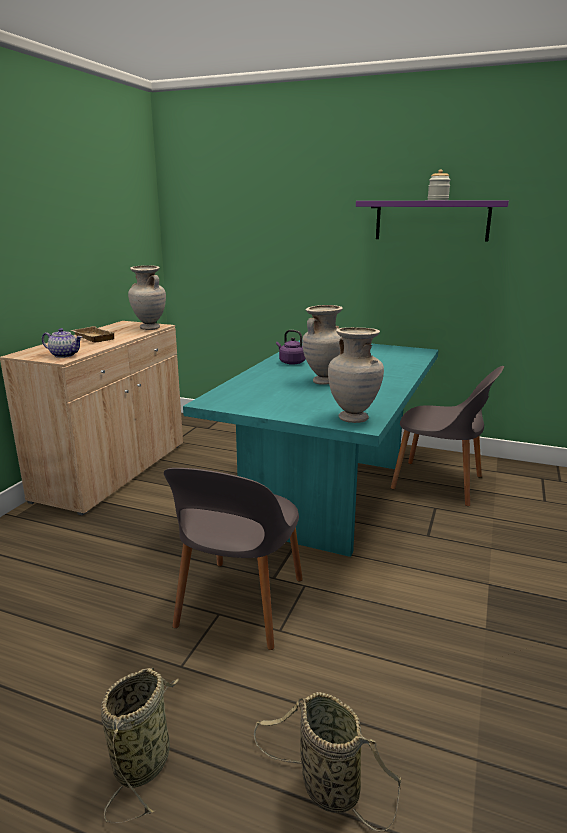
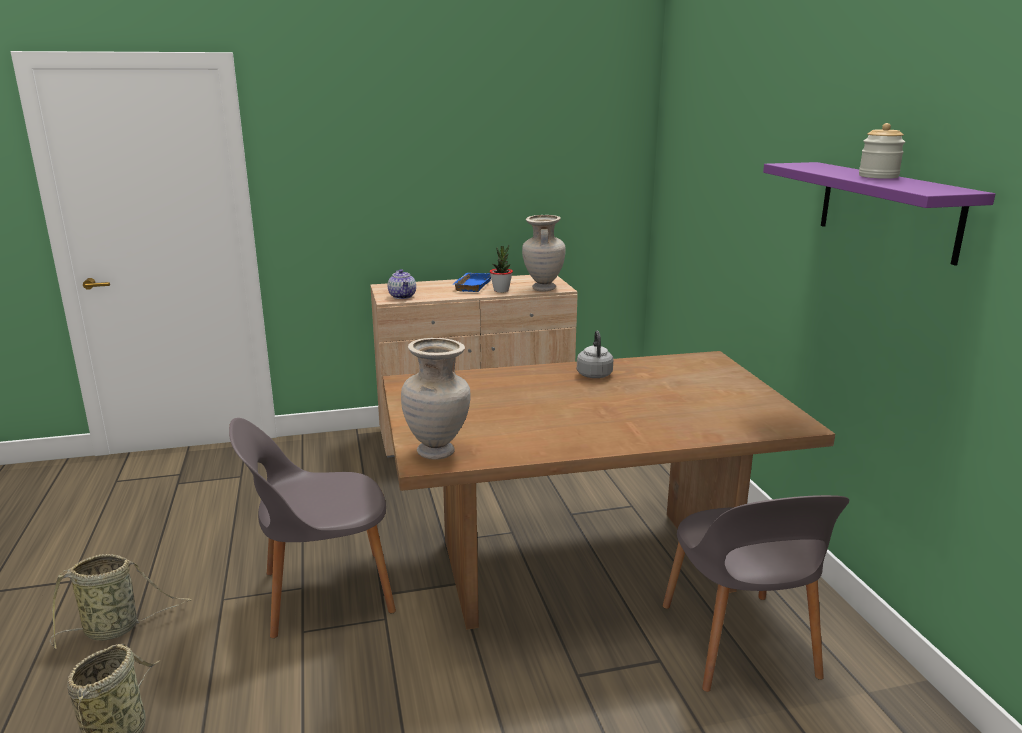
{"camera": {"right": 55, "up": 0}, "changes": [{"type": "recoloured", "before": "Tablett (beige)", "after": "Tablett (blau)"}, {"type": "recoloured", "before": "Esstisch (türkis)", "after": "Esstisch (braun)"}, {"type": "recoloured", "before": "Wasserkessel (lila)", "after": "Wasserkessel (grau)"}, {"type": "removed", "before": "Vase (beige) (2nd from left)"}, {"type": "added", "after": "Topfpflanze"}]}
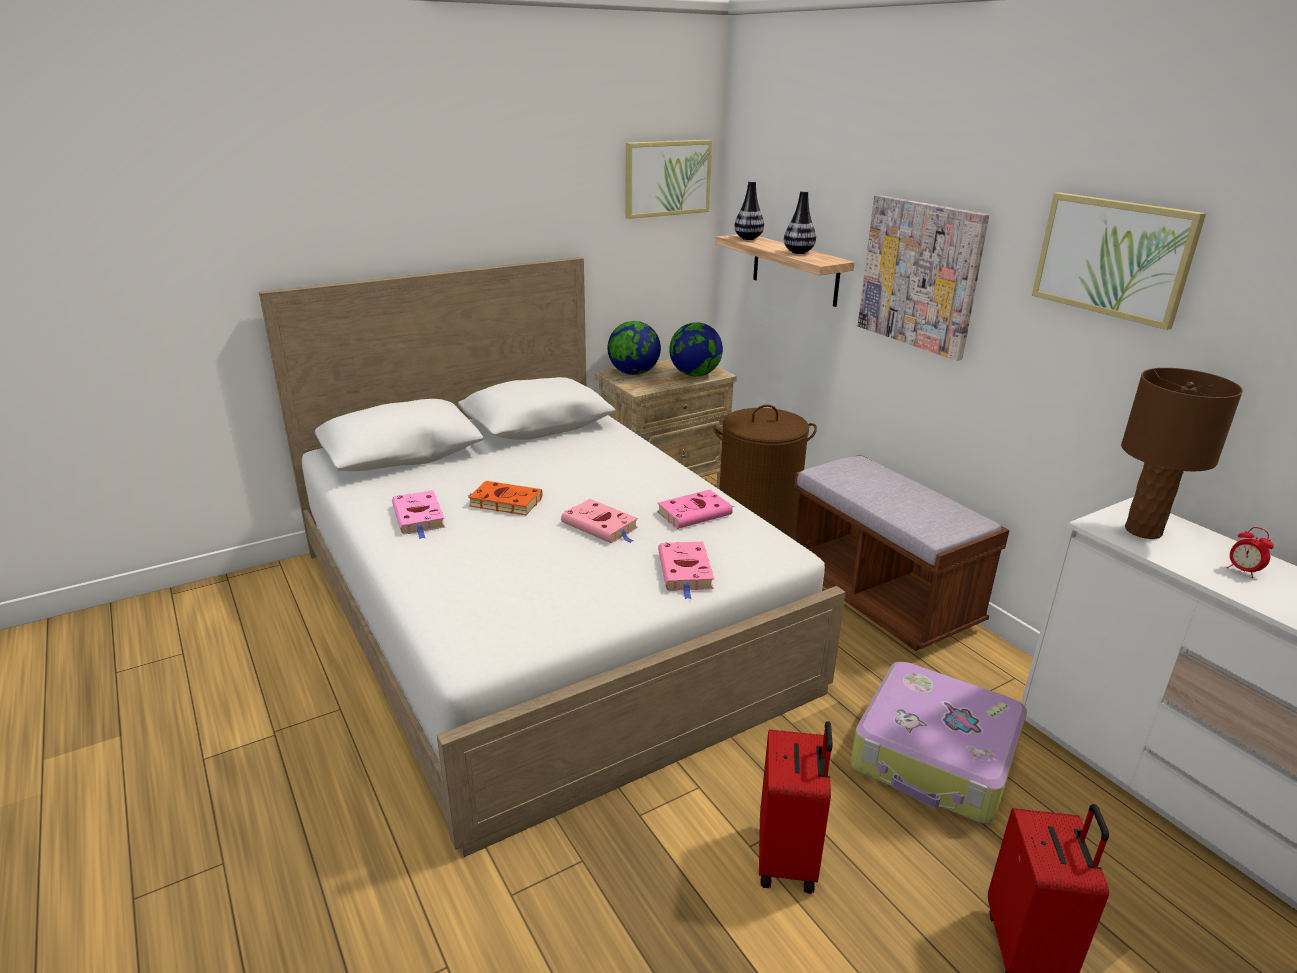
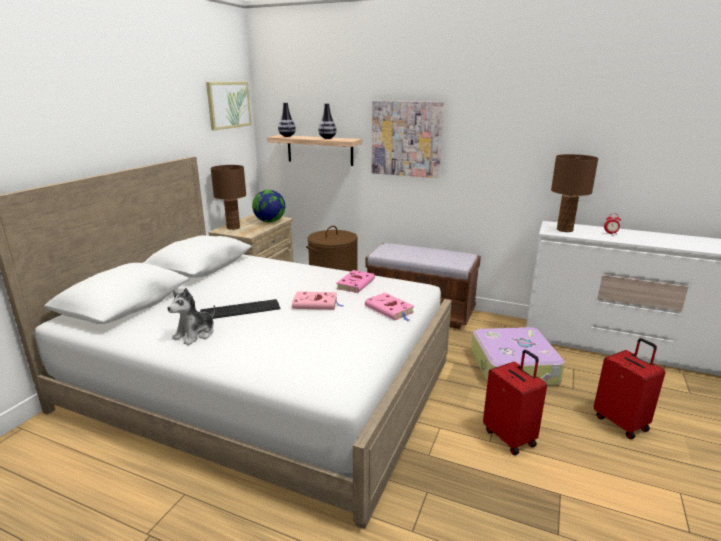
{"camera": {"right": -35, "up": -5}, "changes": [{"type": "replaced", "before": "Buch (rosa) (1st from left)", "after": "Plüschtier"}, {"type": "replaced", "before": "Buch (orange)", "after": "Tastatur"}, {"type": "replaced", "before": "Globus (1st from left)", "after": "Tischlampe (braun) (1st from left)"}, {"type": "removed", "before": "Bild (3rd from left)"}]}
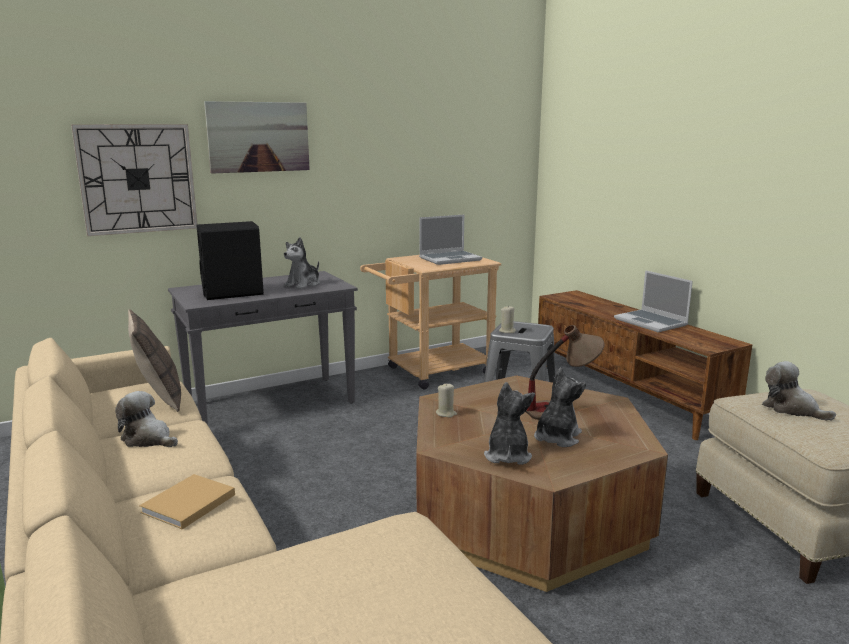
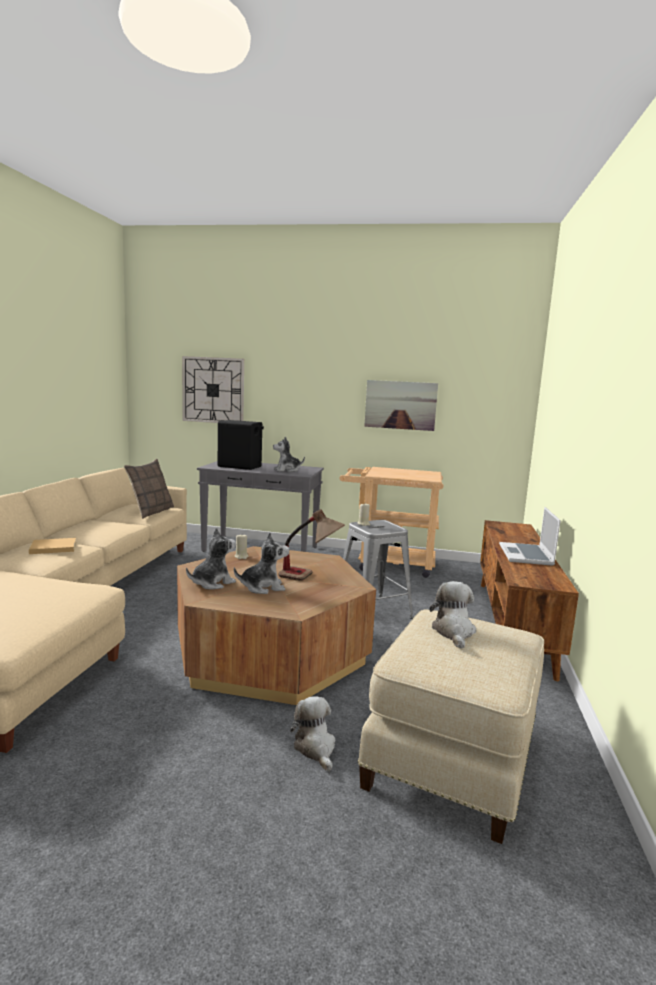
{"camera": {"right": 40, "up": -5}, "changes": [{"type": "moved", "before": "Plüschtier (1st from left in the first image)", "after": "Plüschtier (4th from left)"}, {"type": "moved", "before": "Bild"}, {"type": "removed", "before": "Laptop (1st from left)"}]}
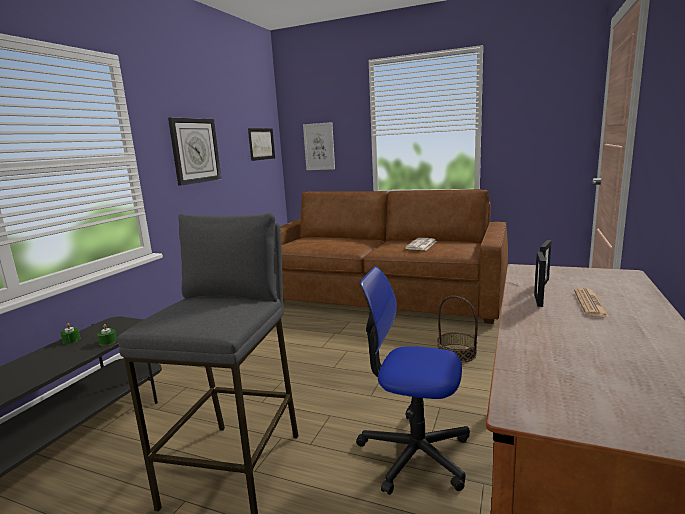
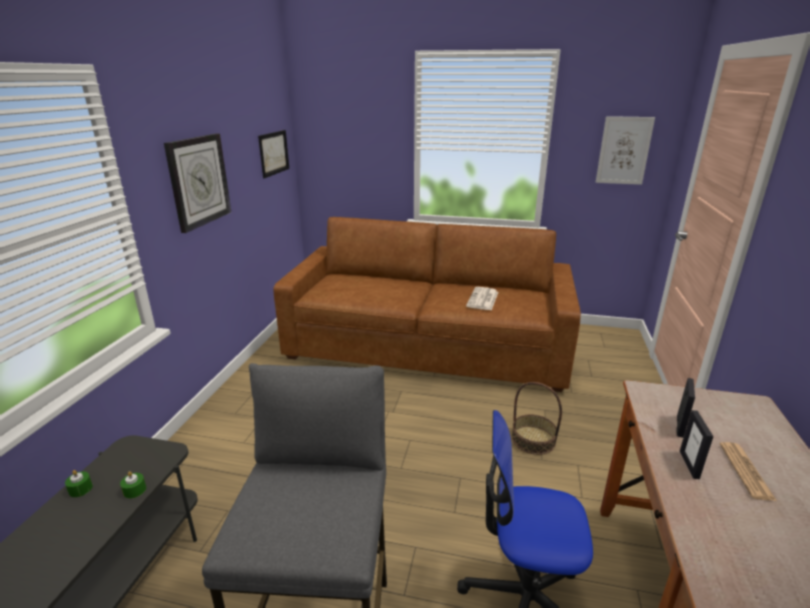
{"camera": {"right": -10, "up": 10}, "changes": [{"type": "moved", "before": "Bild (2nd from left)"}]}
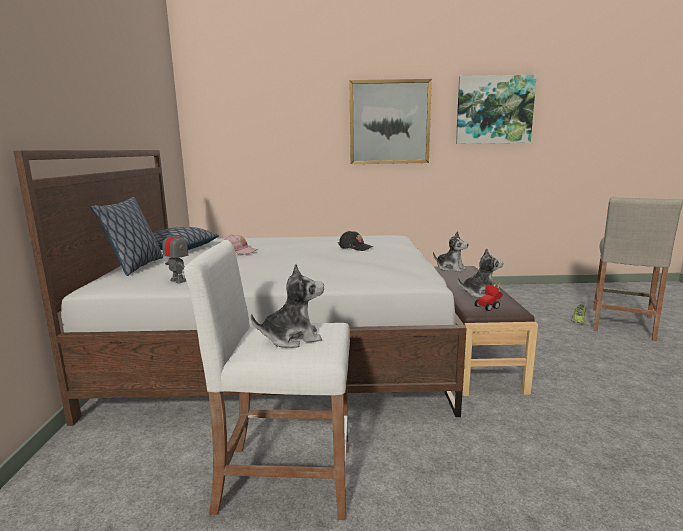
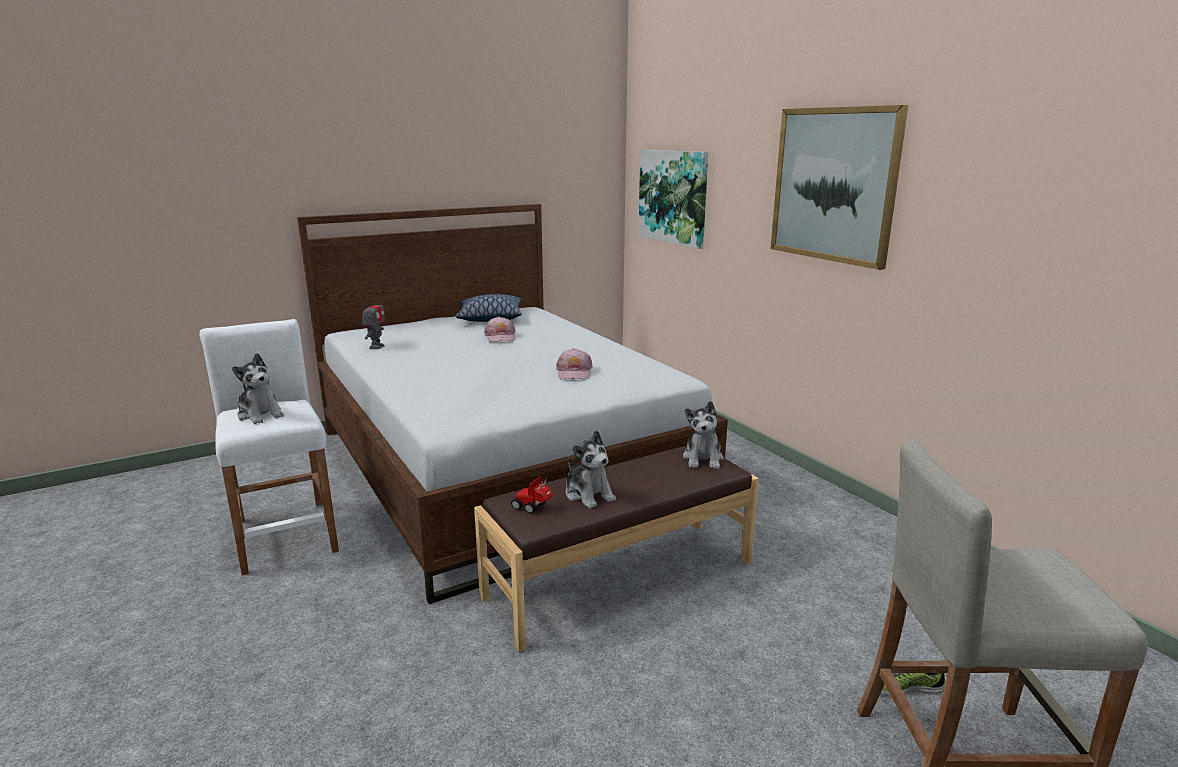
{"camera": {"right": 60, "up": 5}, "changes": [{"type": "removed", "before": "Kissen (1st from left)"}, {"type": "recoloured", "before": "Kappe (schwarz)", "after": "Kappe (rosa) (2nd from left)"}, {"type": "moved", "before": "Bild (2nd from left in the first image)", "after": "Bild (1st from left)"}]}
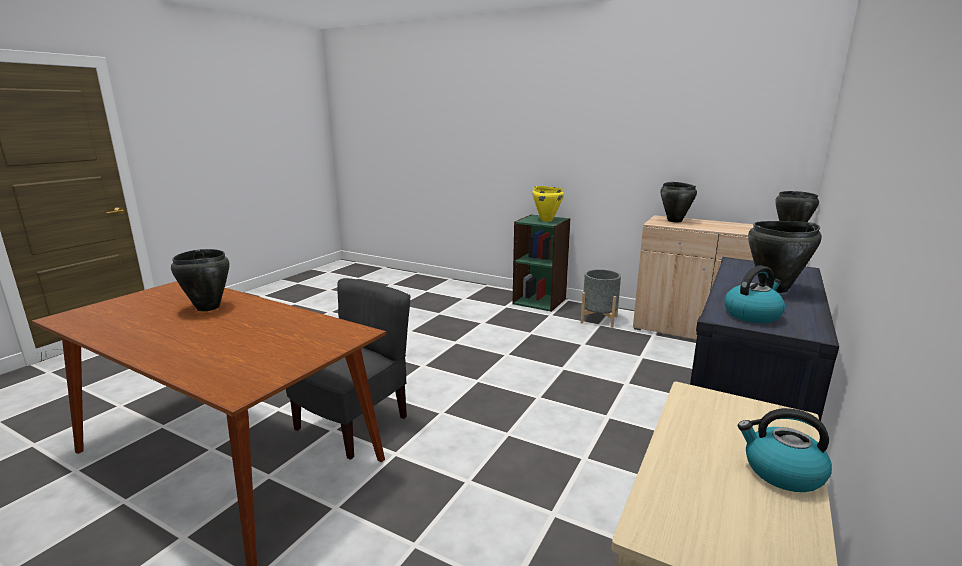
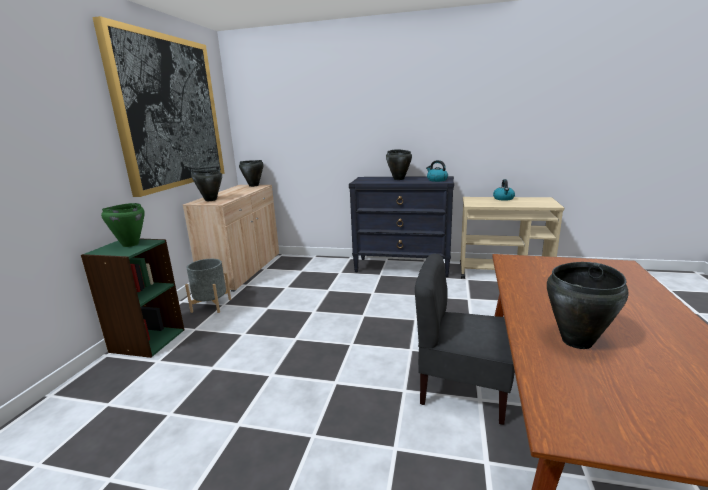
{"camera": {"right": -105, "up": 0}, "changes": [{"type": "recoloured", "before": "Kochtopf (gelb)", "after": "Kochtopf (grün)"}, {"type": "added", "after": "Bild"}]}
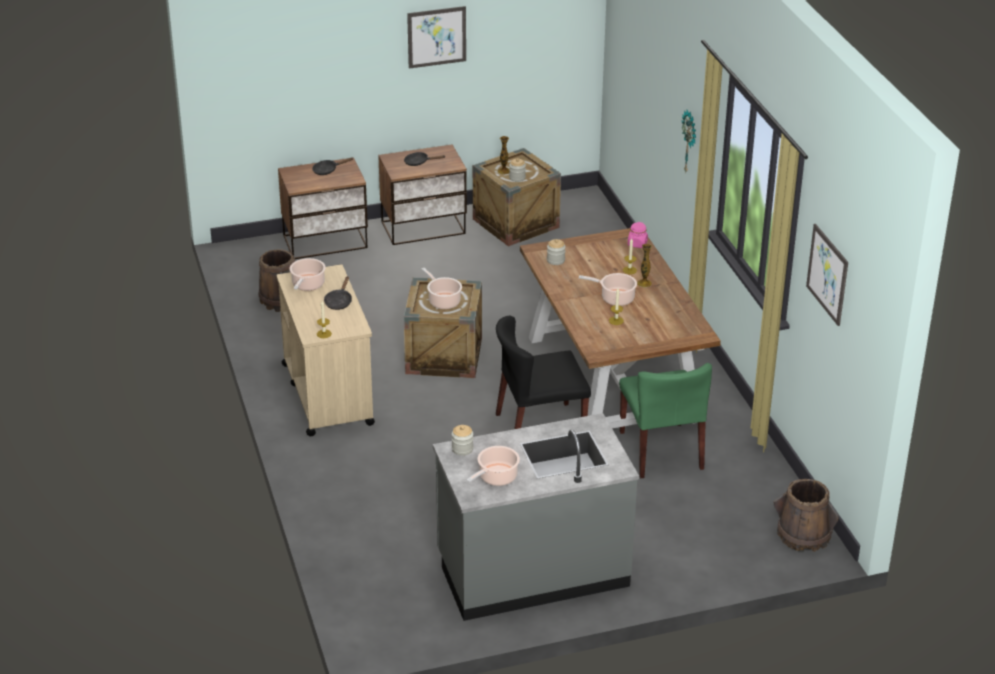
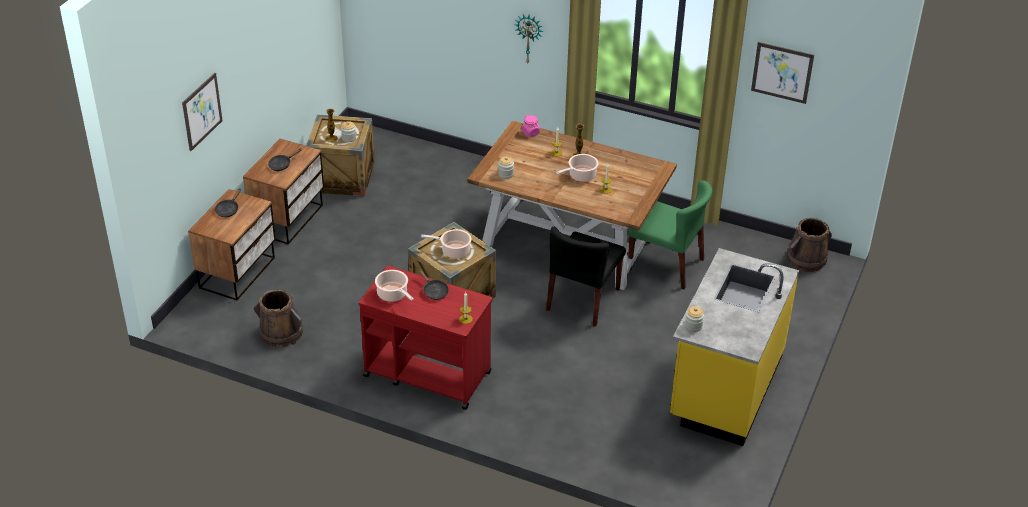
{"camera": {"right": -50, "up": 5}, "changes": [{"type": "recoloured", "before": "Rollwagen (beige)", "after": "Rollwagen (rot)"}, {"type": "moved", "before": "Bild (1st from left)"}, {"type": "recoloured", "before": "Küchenzeile (grau)", "after": "Küchenzeile (gelb)"}, {"type": "removed", "before": "Kochtopf (3rd from left)"}]}
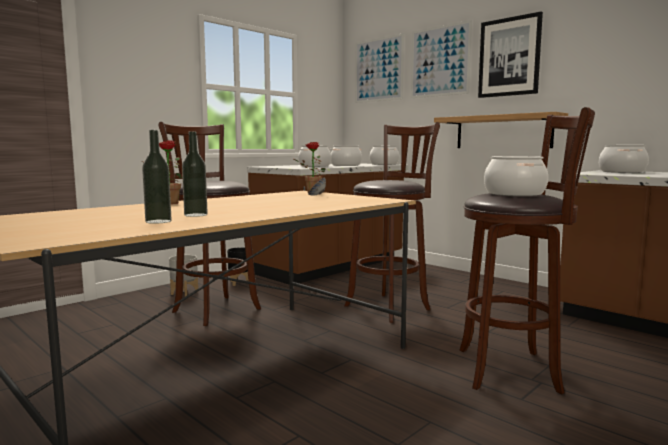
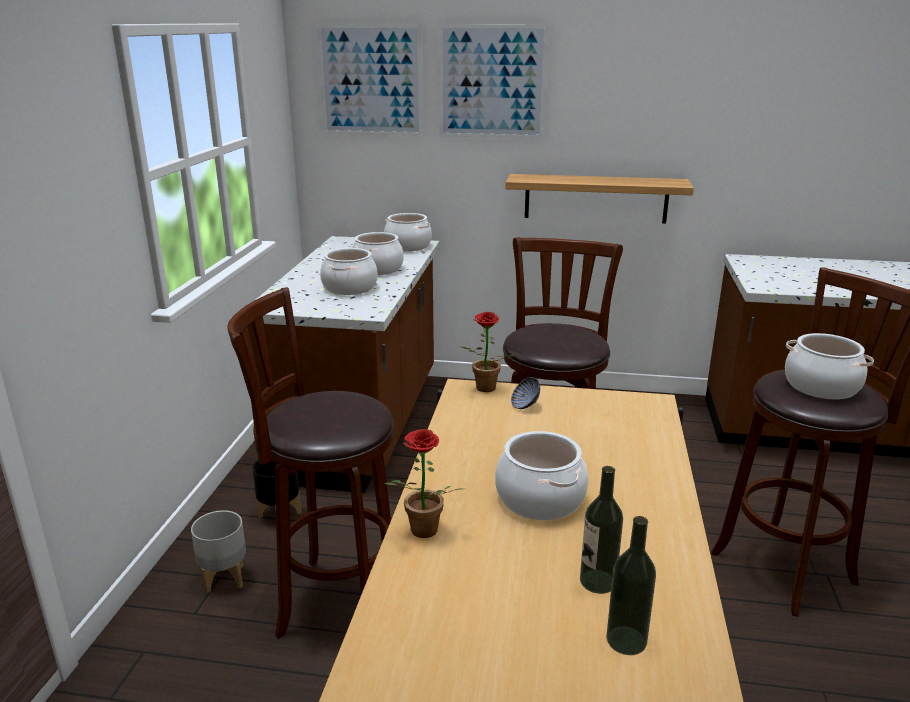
{"camera": {"right": -35, "up": 15}, "changes": [{"type": "removed", "before": "Bild (3rd from left)"}, {"type": "moved", "before": "Kochtopf (5th from left in the first image)", "after": "Kochtopf (4th from left)"}]}
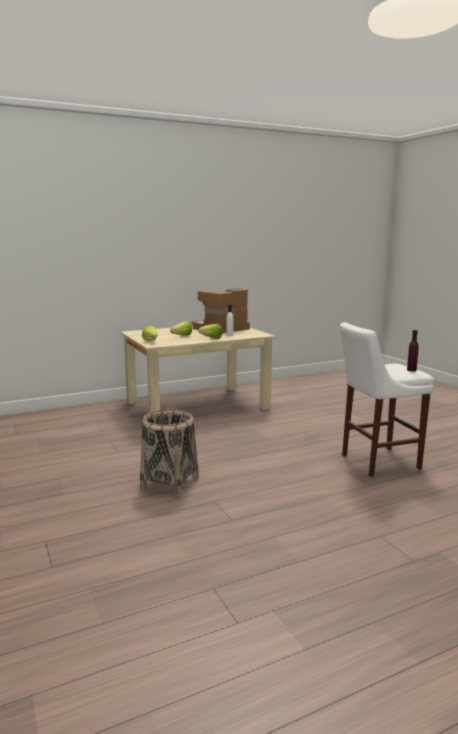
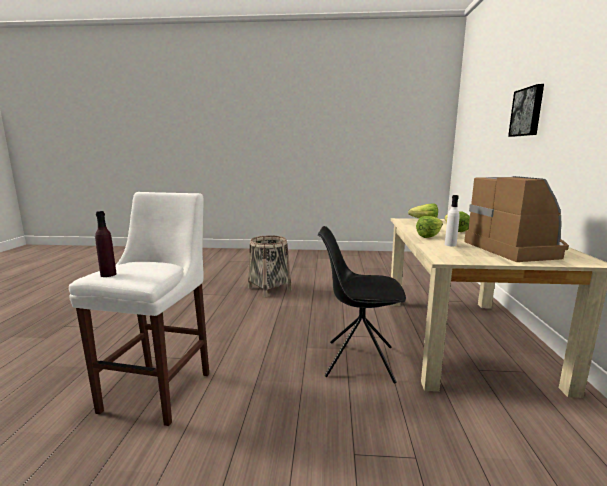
{"camera": {"right": 120, "up": 0}, "changes": [{"type": "added", "after": "Stuhl (schwarz)"}, {"type": "added", "after": "Bild"}]}
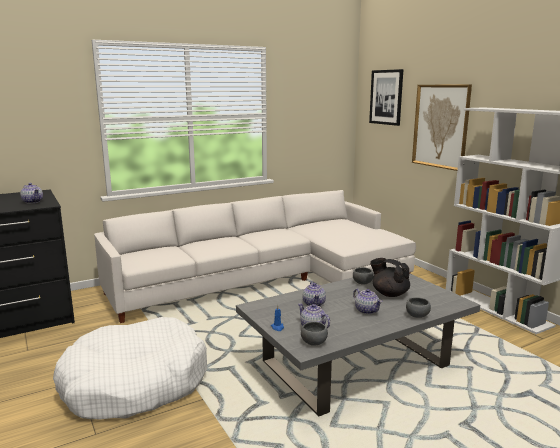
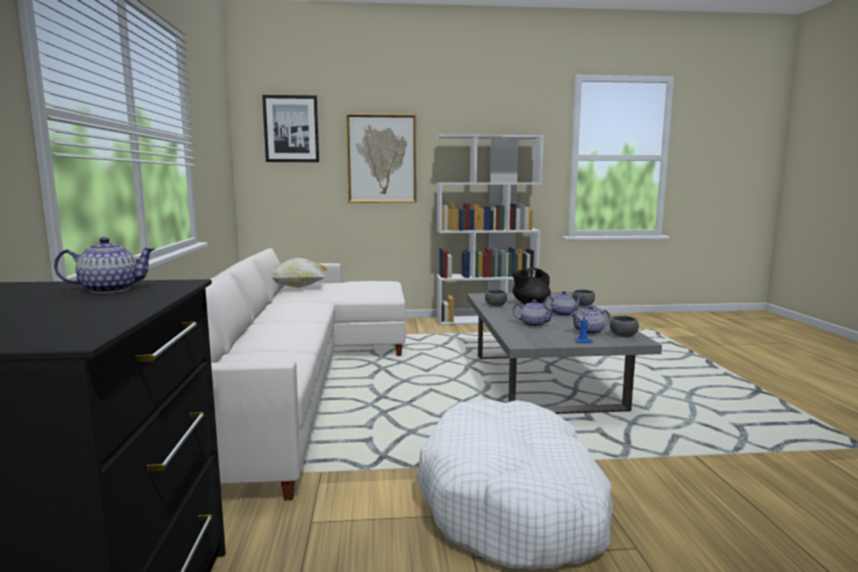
{"camera": {"right": -65, "up": -5}, "changes": [{"type": "added", "after": "Kissen"}]}
